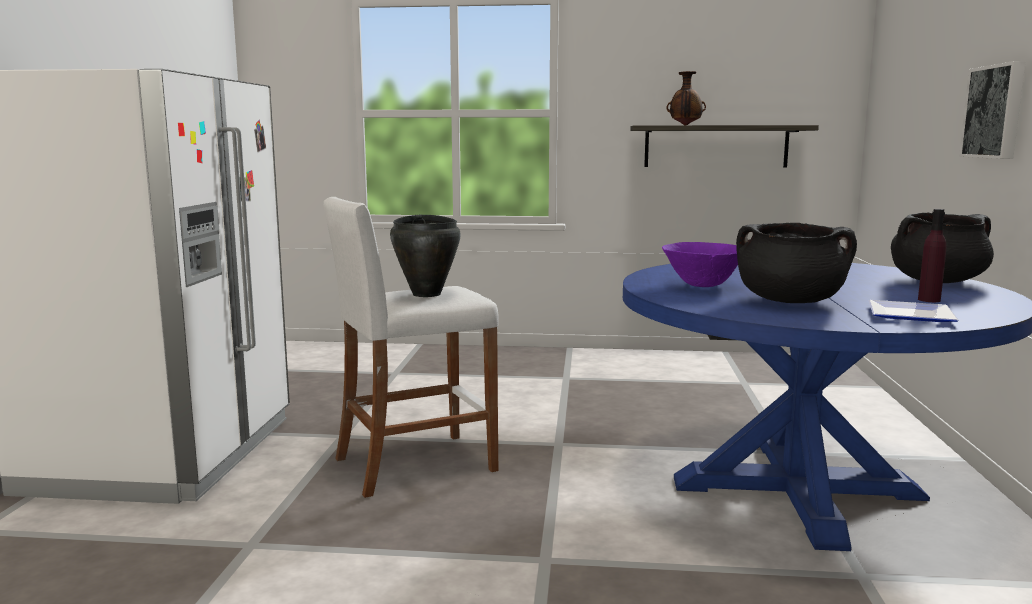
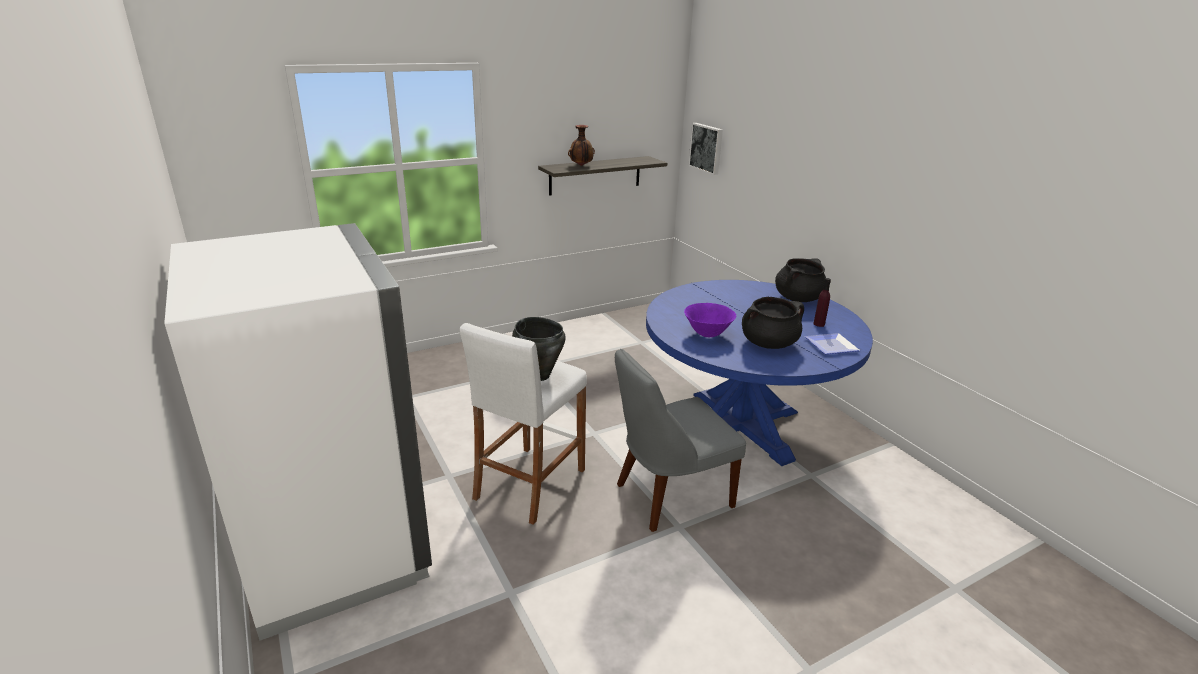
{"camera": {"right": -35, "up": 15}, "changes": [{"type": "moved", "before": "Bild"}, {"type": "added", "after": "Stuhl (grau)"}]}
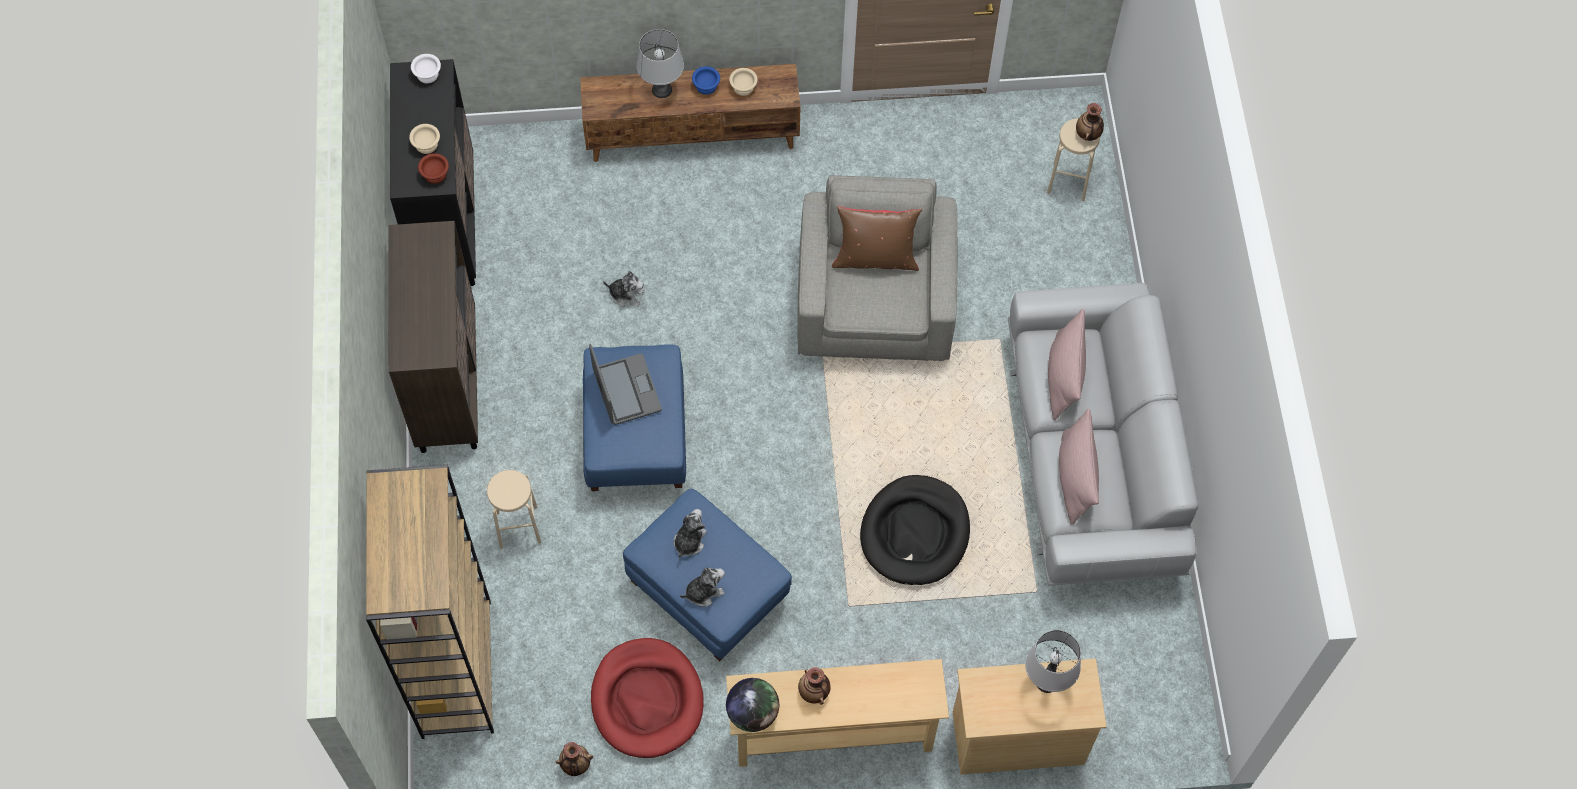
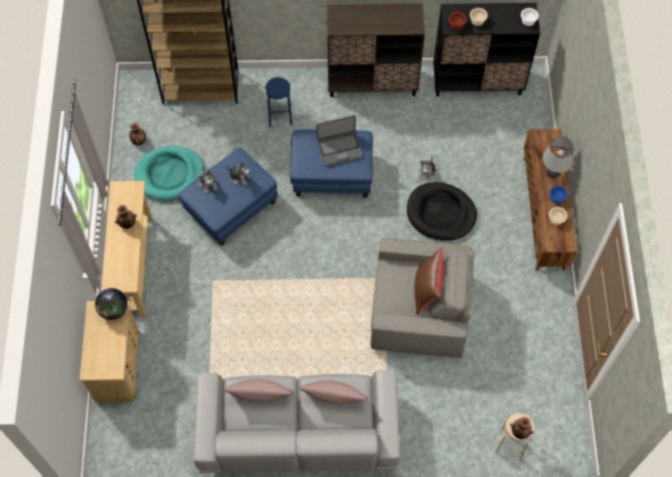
{"camera": {"right": 95, "up": 0}, "changes": [{"type": "recoloured", "before": "Hocker (beige) (1st from left)", "after": "Hocker (blau)"}, {"type": "recoloured", "before": "Hundebett (rot)", "after": "Hundebett (türkis)"}, {"type": "moved", "before": "Globus"}, {"type": "moved", "before": "Hundebett (schwarz)"}, {"type": "removed", "before": "Tischlampe (grau) (2nd from left)"}]}
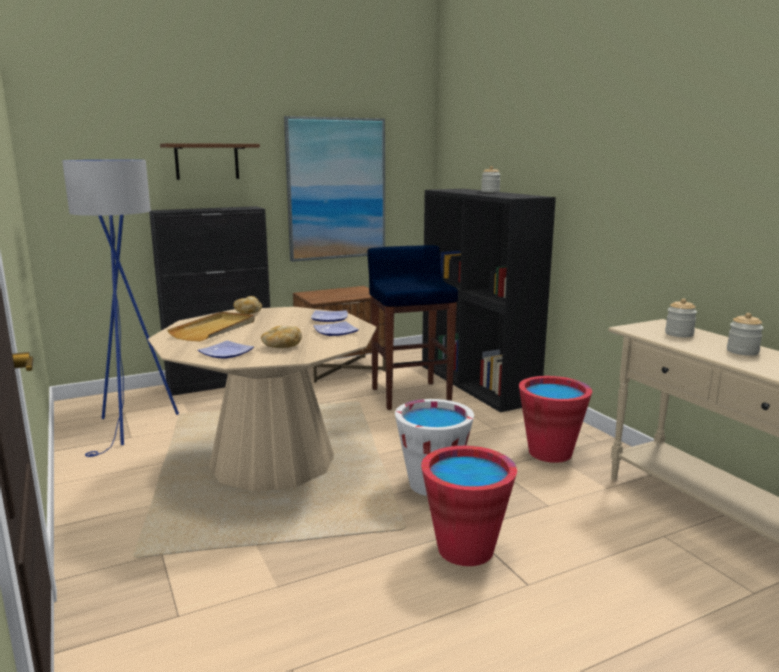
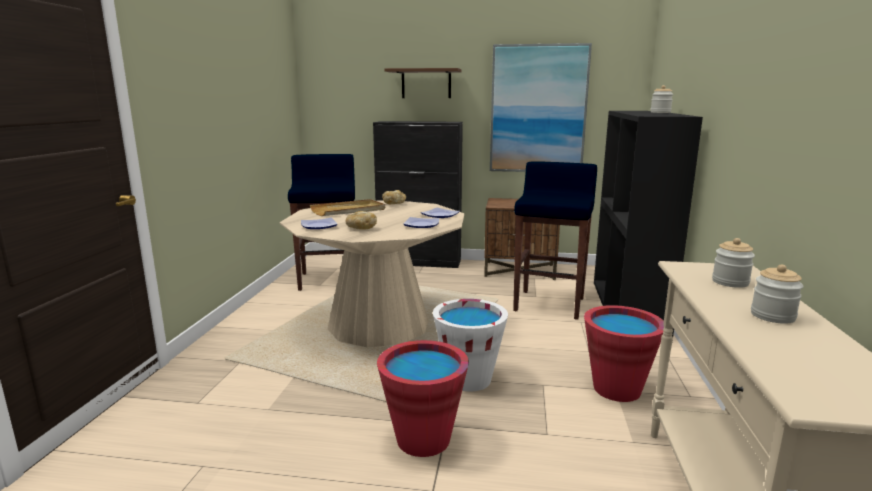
{"camera": {"right": 35, "up": 0}, "changes": [{"type": "replaced", "before": "Stehlampe (blau)", "after": "Hocker (blau) (1st from left)"}]}
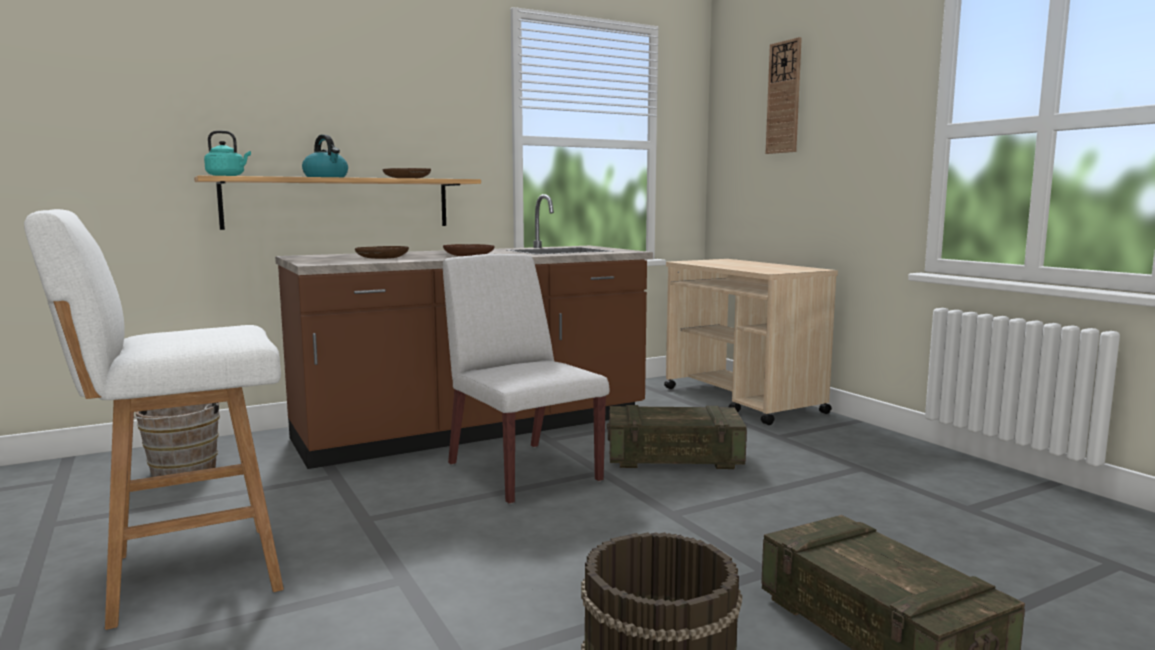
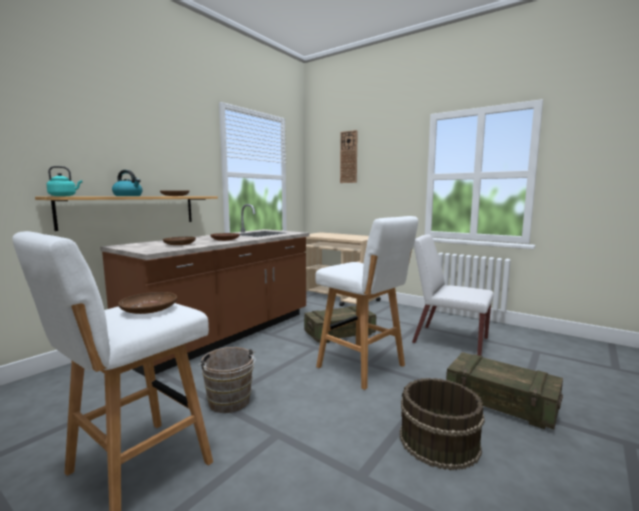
{"camera": {"right": -25, "up": 0}, "changes": [{"type": "moved", "before": "Eimer (braun) (1st from left)"}, {"type": "moved", "before": "Stuhl (weiß)"}, {"type": "added", "after": "Teller (braun) (1st from left)"}, {"type": "added", "after": "Hocker (weiß) (2nd from left)"}]}
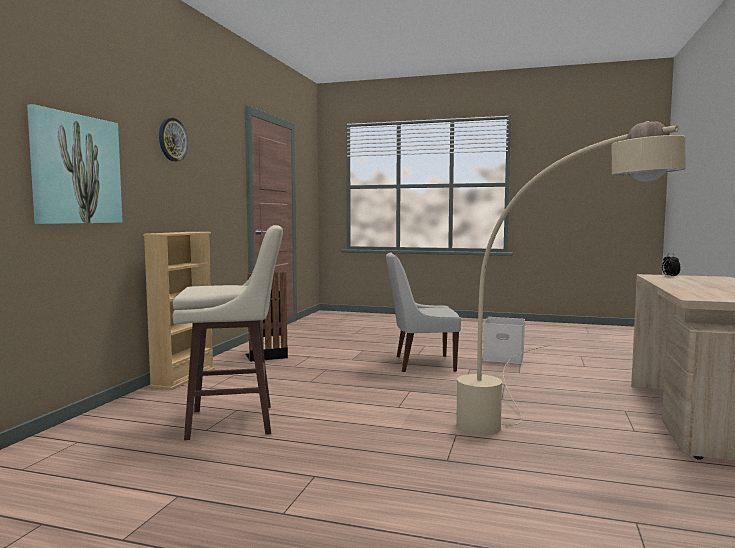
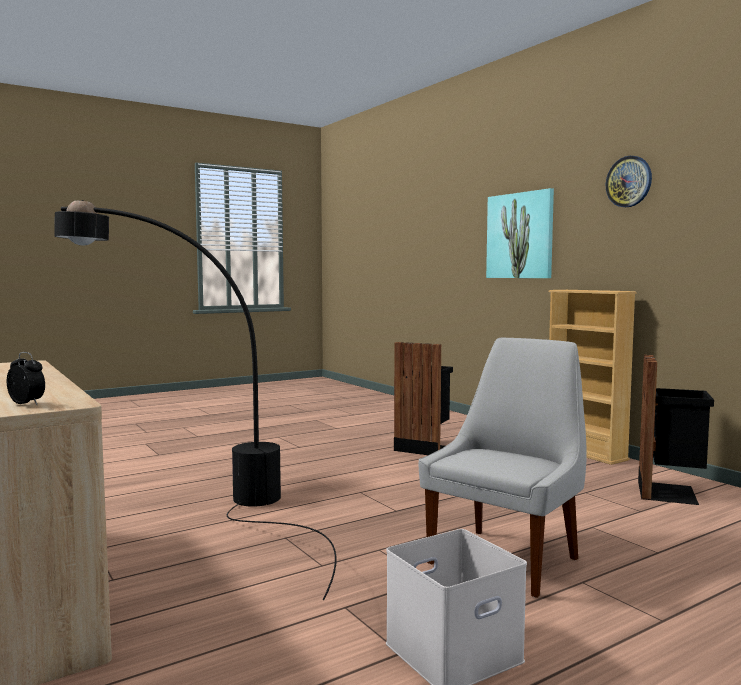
{"camera": {"right": 130, "up": 0}, "changes": [{"type": "replaced", "before": "Hocker (beige)", "after": "Mülleimer (schwarz) (1st from left)"}, {"type": "recoloured", "before": "Stehlampe (beige)", "after": "Stehlampe (schwarz)"}]}
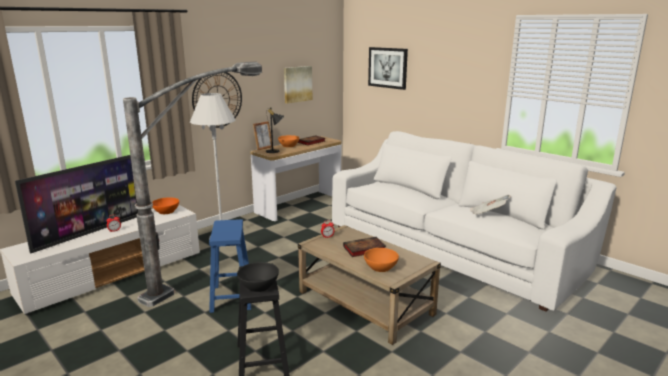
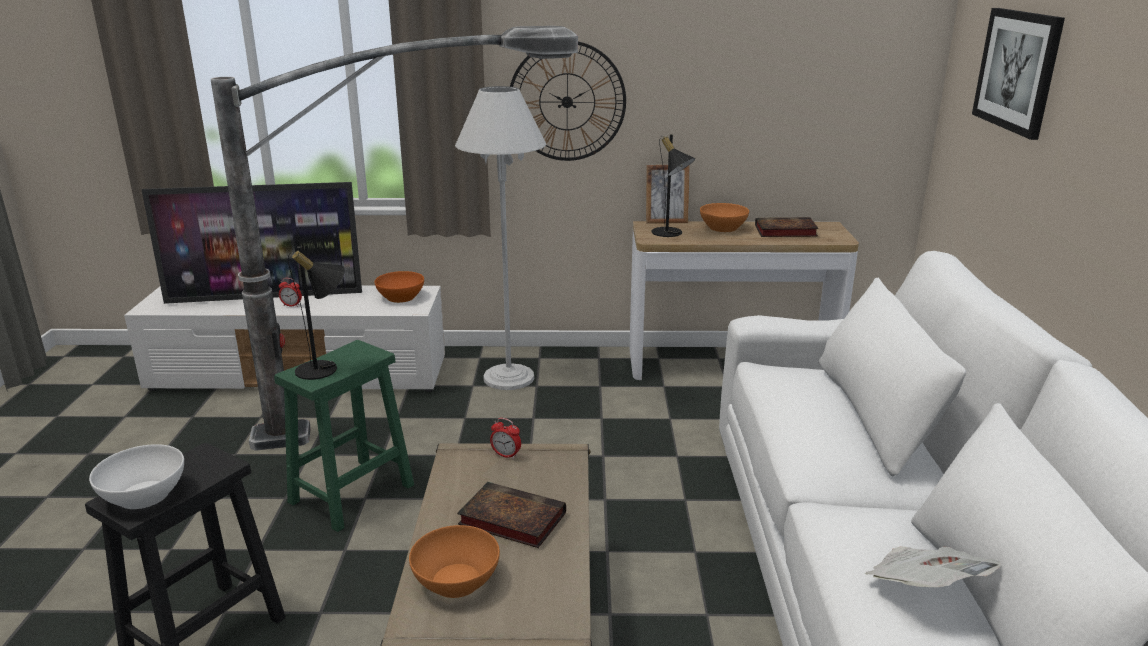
{"camera": {"right": 45, "up": 5}, "changes": [{"type": "recoloured", "before": "Hocker (blau)", "after": "Hocker (grün)"}, {"type": "recoloured", "before": "Schüssel (schwarz)", "after": "Schüssel (weiß)"}, {"type": "removed", "before": "Bild (1st from left)"}, {"type": "added", "after": "Tischlampe (schwarz) (1st from left)"}]}
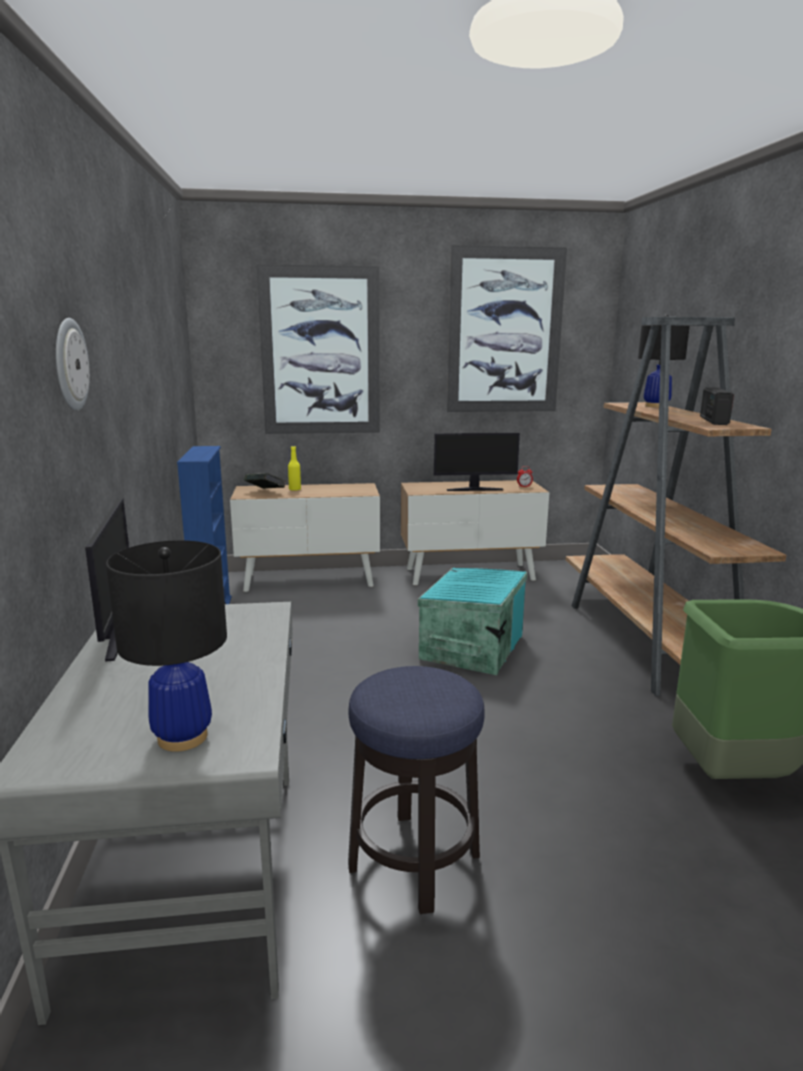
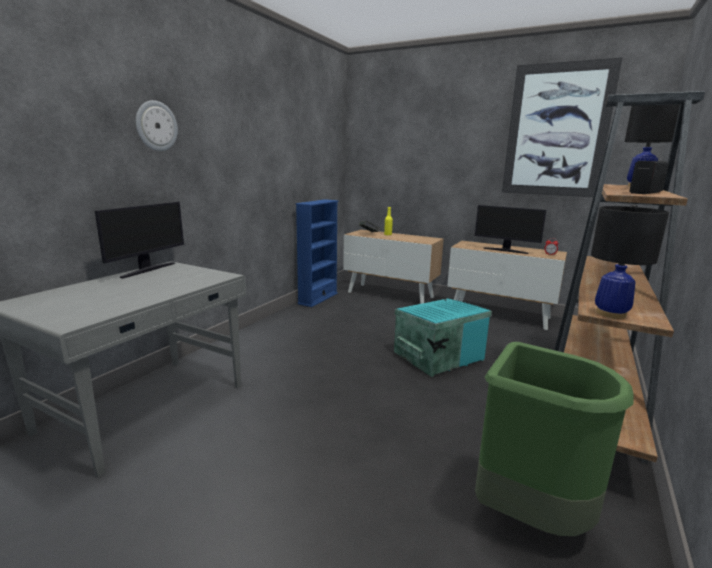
{"camera": {"right": 35, "up": 0}, "changes": [{"type": "moved", "before": "Tischlampe (schwarz) (1st from left)"}, {"type": "removed", "before": "Bild (1st from left)"}, {"type": "removed", "before": "Hocker"}]}
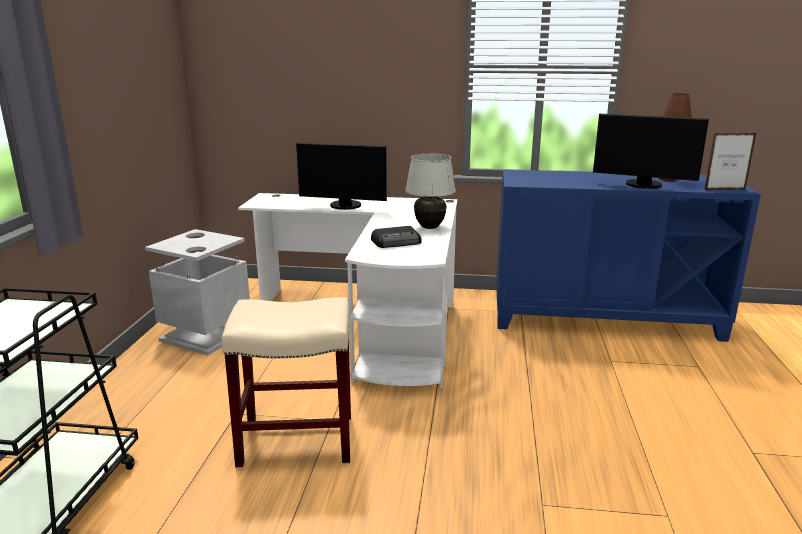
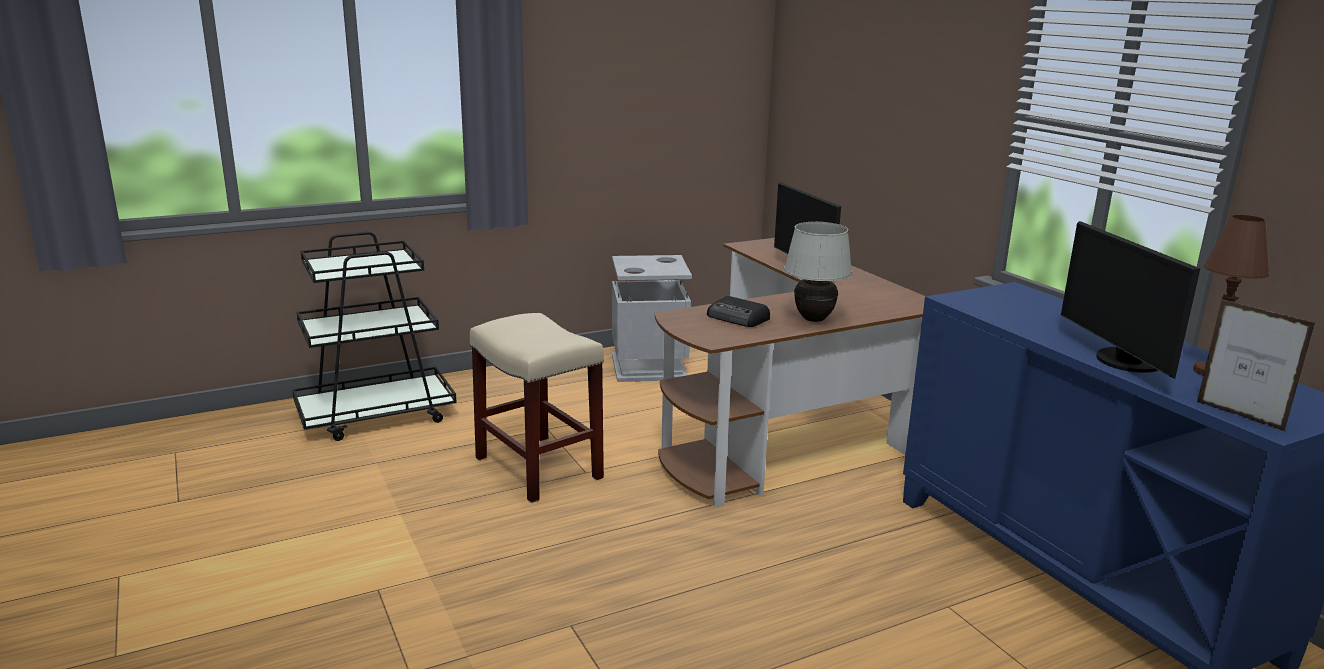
{"camera": {"right": 55, "up": 0}, "changes": [{"type": "recoloured", "before": "Schreibtisch (weiß)", "after": "Schreibtisch (braun)"}]}
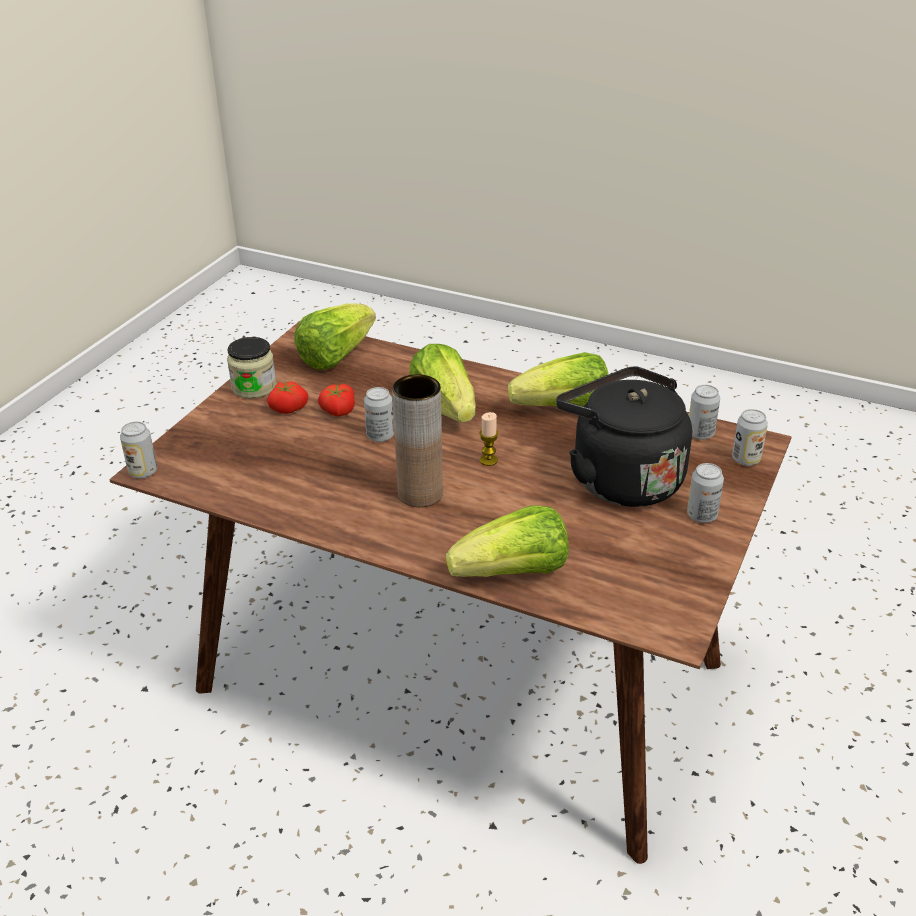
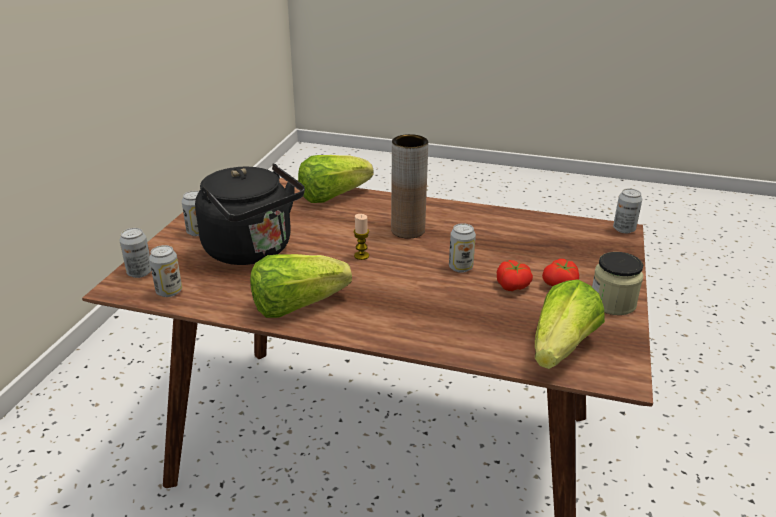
{"camera": {"right": 170, "up": -5}, "changes": [{"type": "removed", "before": "Salatkopf (2nd from left)"}]}
